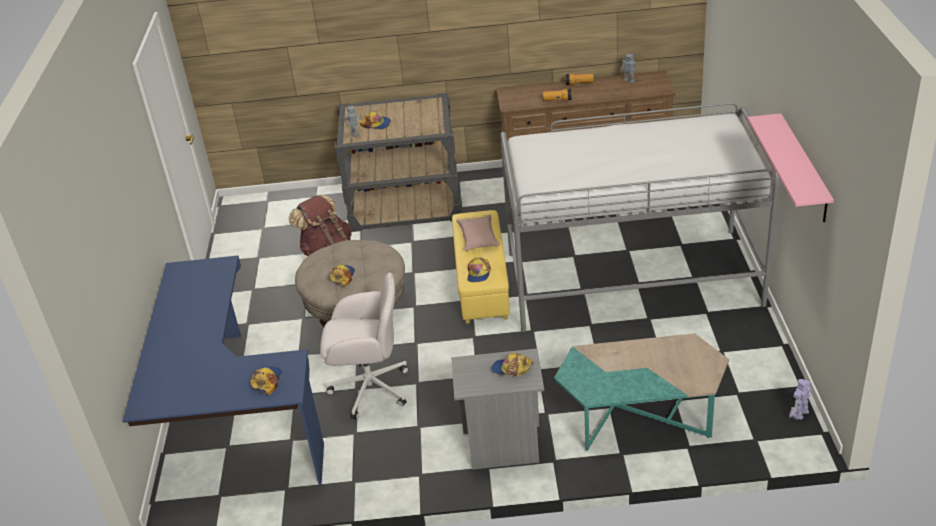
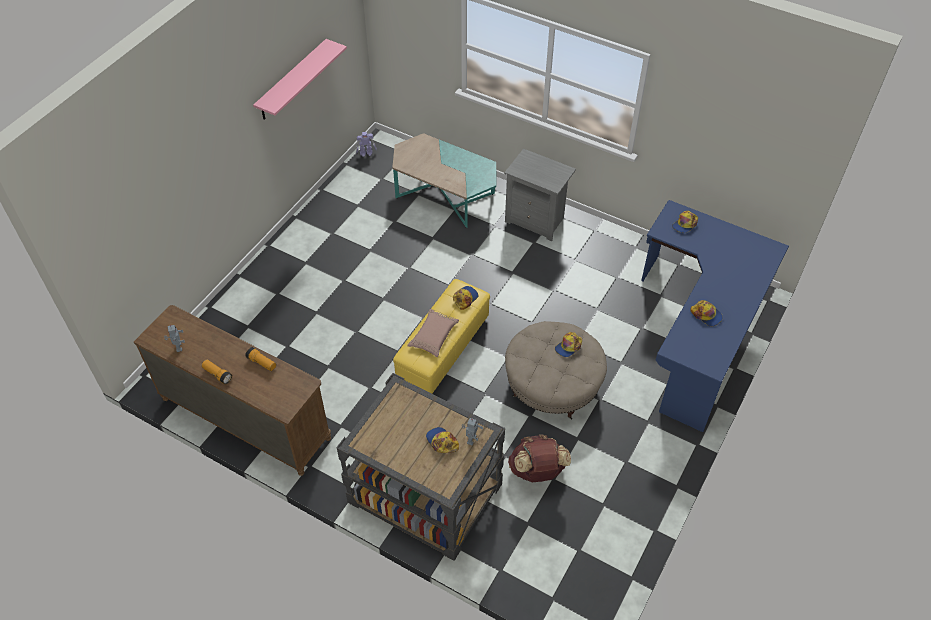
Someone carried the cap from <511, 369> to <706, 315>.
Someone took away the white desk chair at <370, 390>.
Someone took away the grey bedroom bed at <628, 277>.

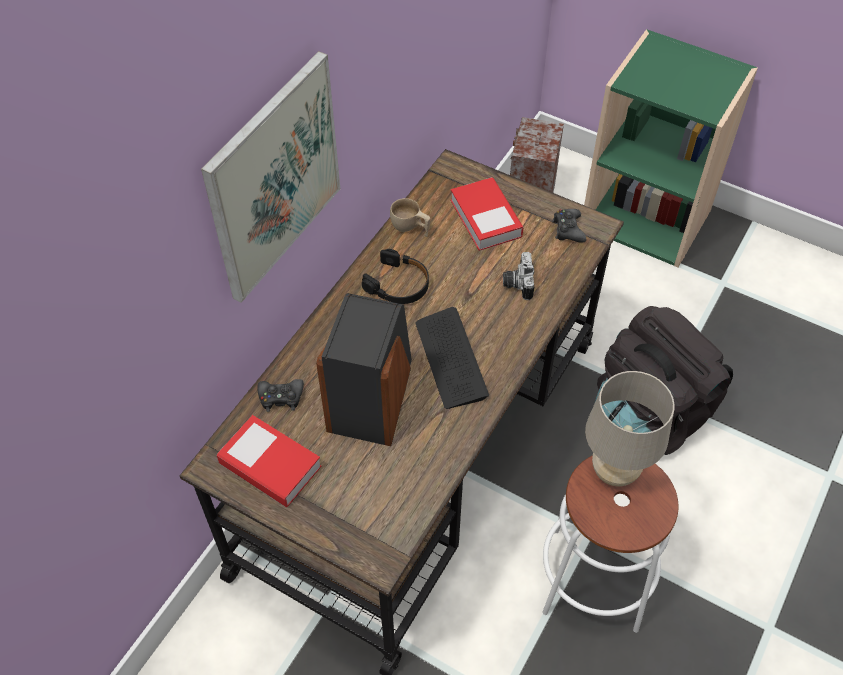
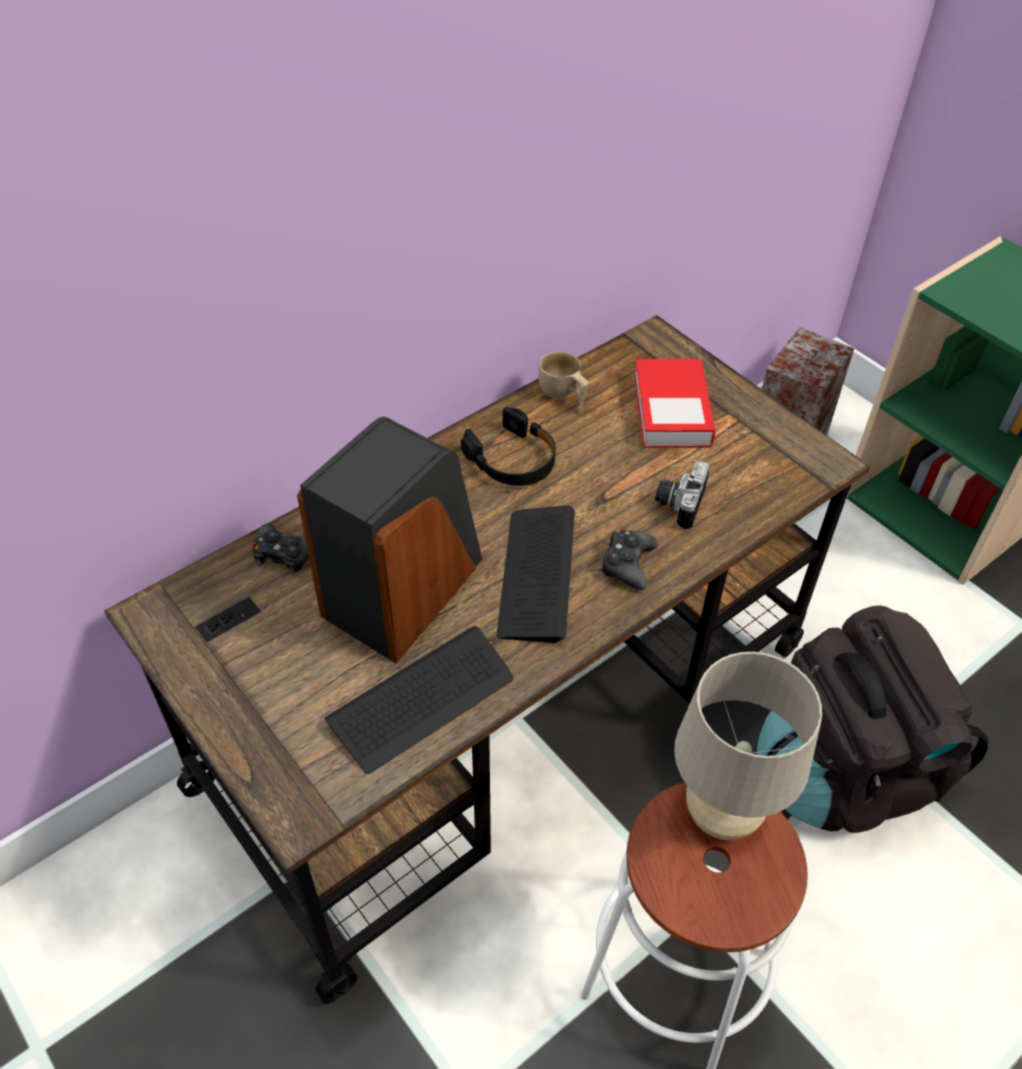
Someone put down the PC keyboard at <422, 700>.
Someone carried the black-coloured game controller from <568, 229> to <627, 564>.
Someone took away the wall art at <274, 178>.
Someone took away the bound book at <270, 465>.

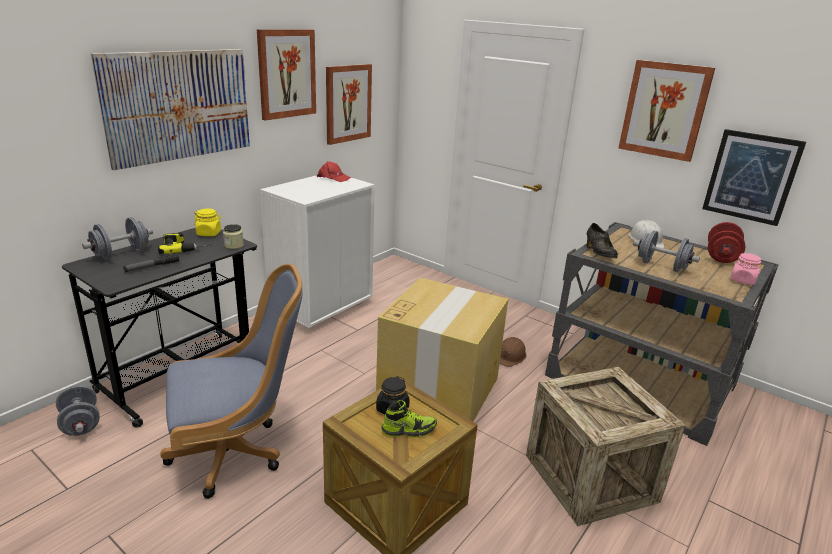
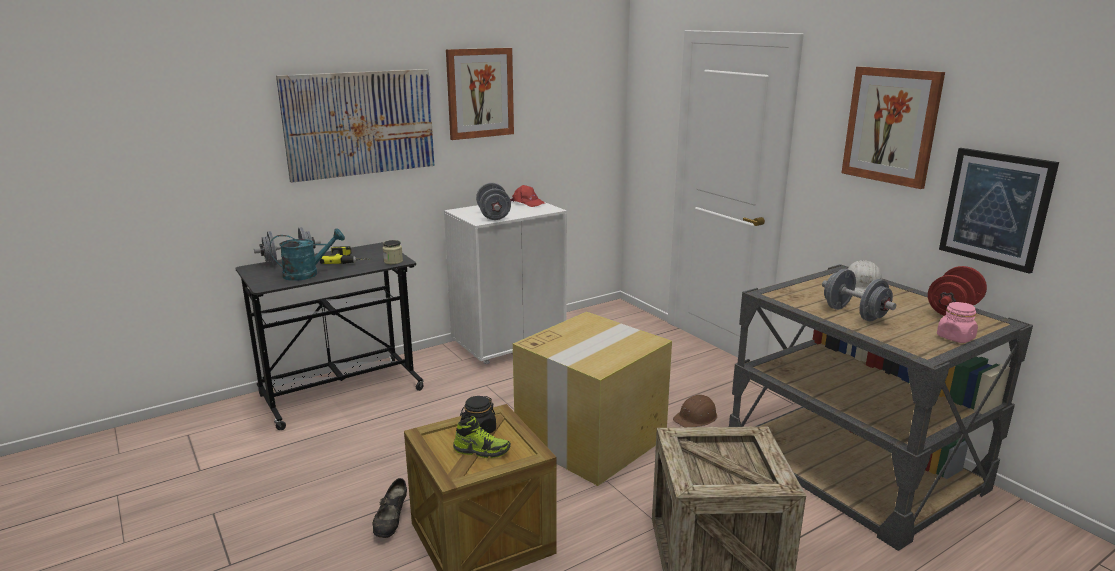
Someone swapped the hand torch at <152, 267> for the blue-green watering pot at <307, 274>.
Someone carried the black-coloured item of footwear from <599, 254> to <391, 522>.
Someone carried the grey hand weight from <81, 424> to <493, 216>.
Someone took away the bluish desk chair at <237, 452>.
Someone took away the yellowish preserve jar at <209, 233>.
Someone took away the wall art at <348, 103>.

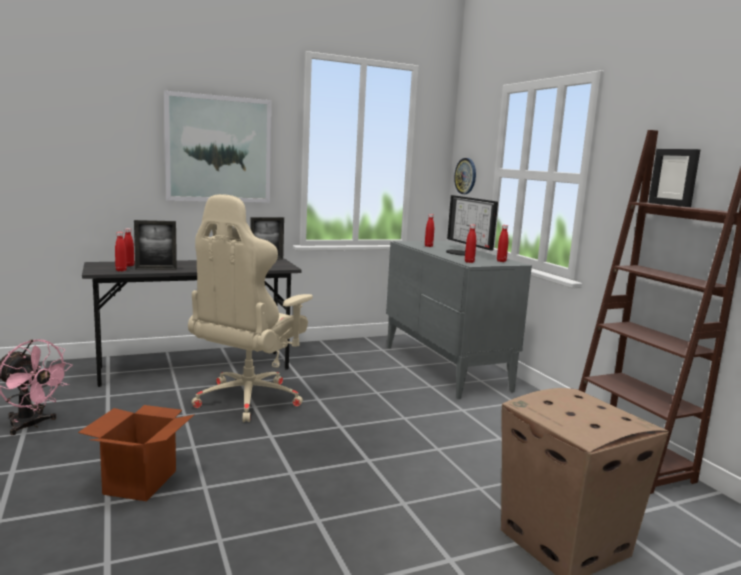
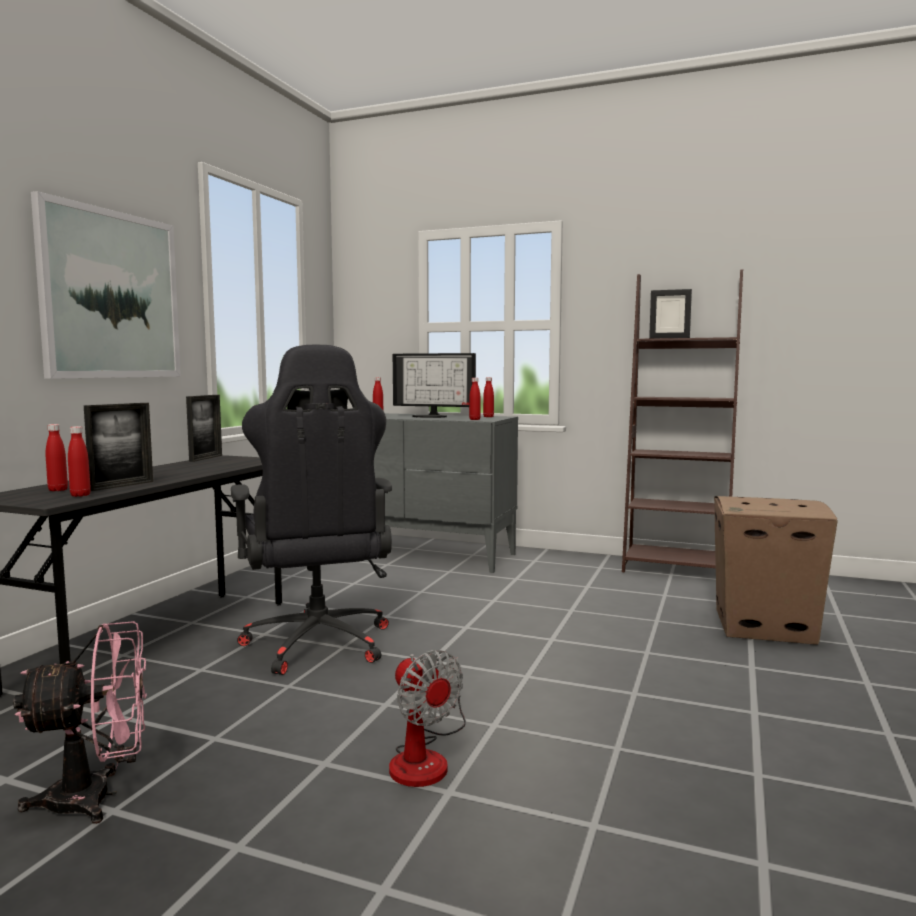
Someone repainted the beige desk chair at <249, 399>, which became the black-coloured desk chair at <317, 643>.
Someone swapped the packing box at <140, 482> for the fan at <426, 757>.
Someone took away the clock on the wall at <466, 176>.

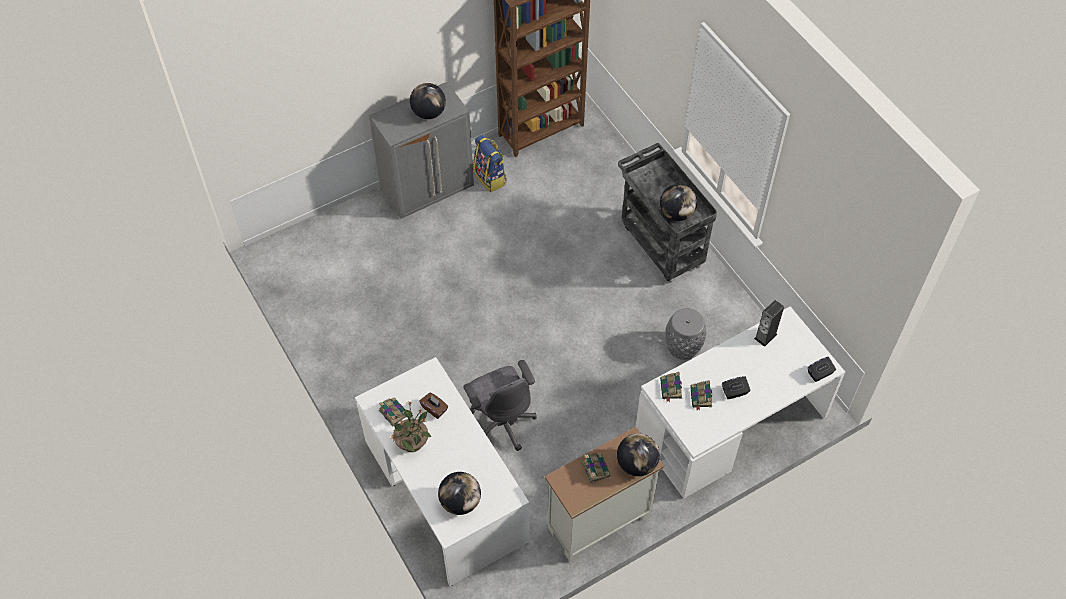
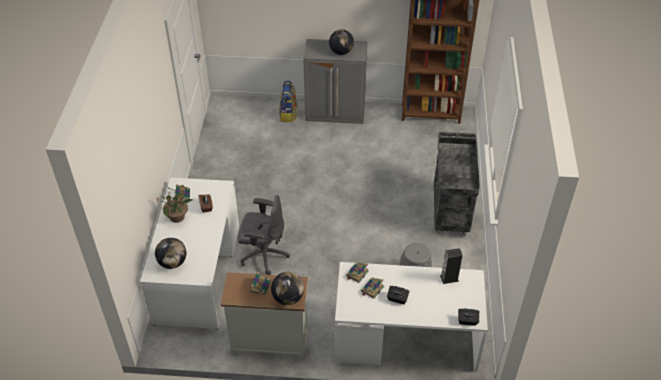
Someone rotated the grey desk chair at <502, 422> by 90 degrees counterclockwise.
Someone carried the knapsack from <490, 178> to <288, 114>.
Someone took away the desk globe at <676, 213>.

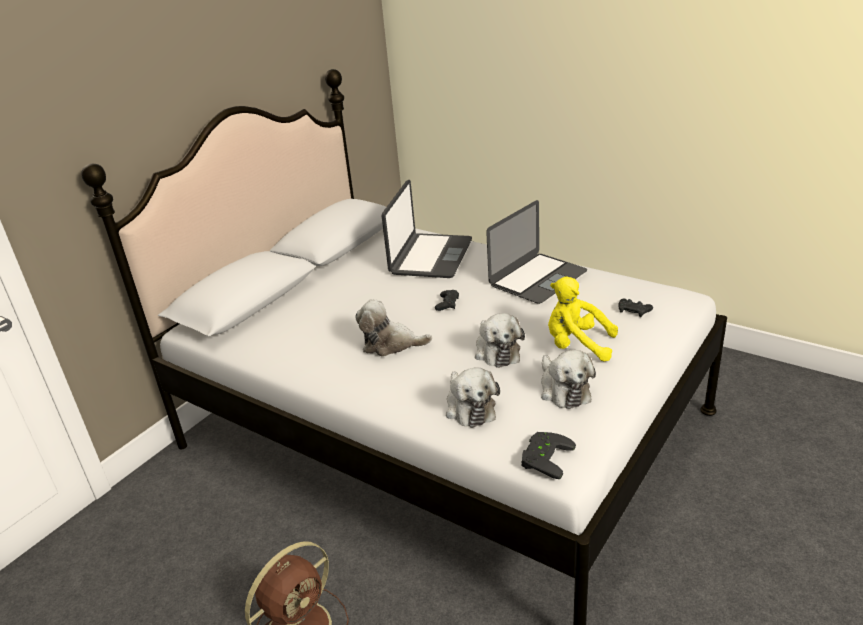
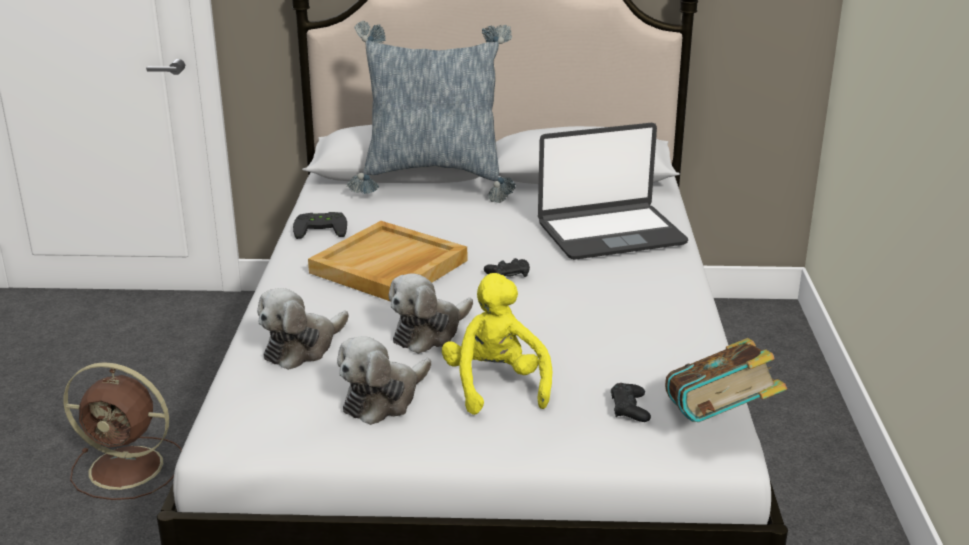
Someone carried the black-coloured game controller from <543, 457> to <321, 228>.
Someone swapped the cuddly toy at <390, 344> for the beige carrying tray at <389, 267>.
Someone put down the pillow at <433, 189>.
Someone put down the bound book at <719, 422>.
Someone took away the notebook computer at <537, 278>.

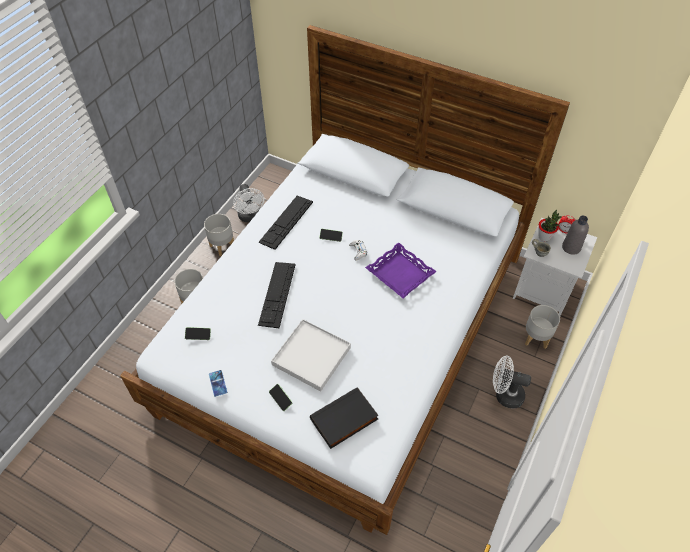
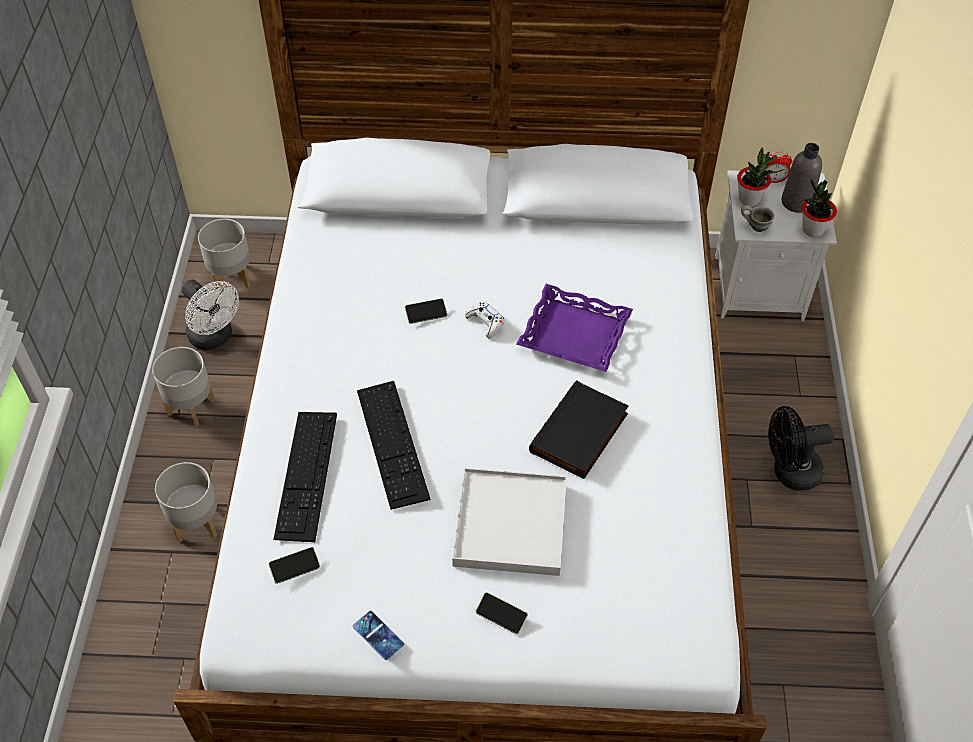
Someone carried the grey plant pot from <536, 338> to <231, 277>.
Someone carried the PC keyboard from <286, 221> to <306, 474>.
Someone carried the black-coloured bound book from <344, 420> to <580, 434>.
Someone repainted the white fan at <504, 394>, which became the black-coloured fan at <789, 472>.
Someone put down the plant in a pot at <812, 229>.

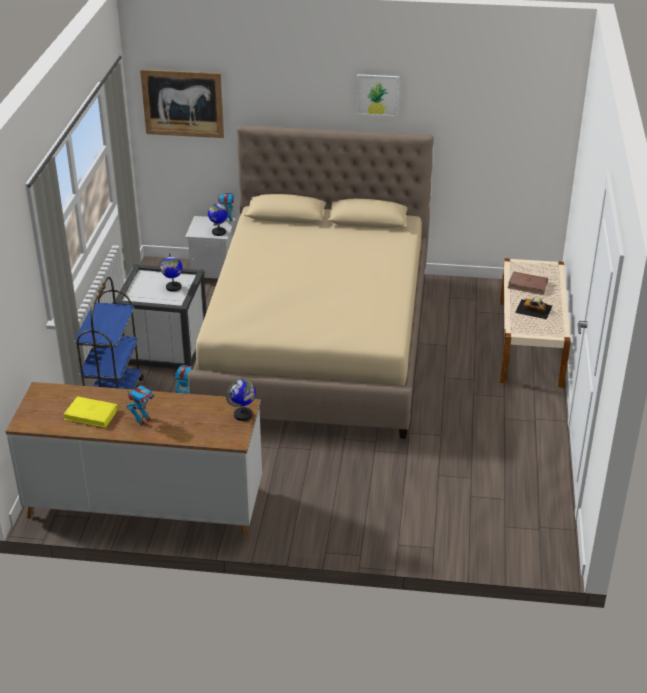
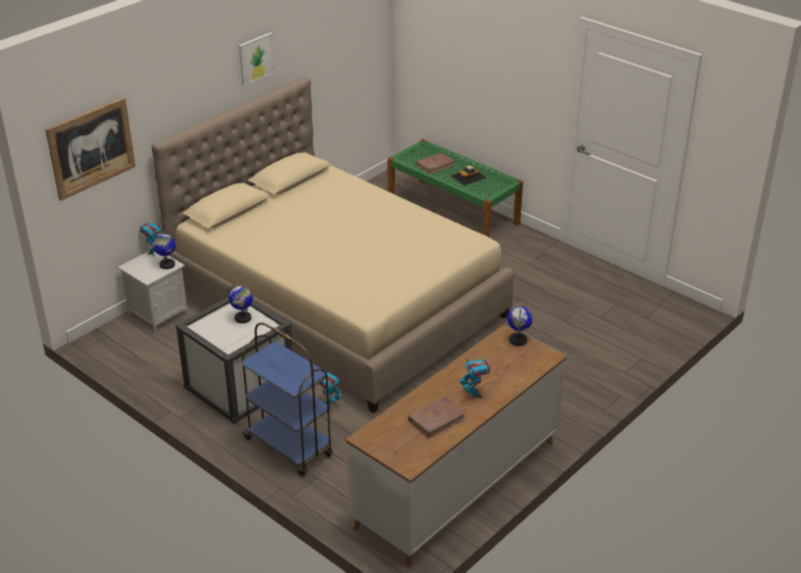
Someone repainted the beige long seat at <531, 343>, which became the green long seat at <453, 211>.
Someone repainted the yellowish bound book at <91, 414>, which became the brown-coloured bound book at <436, 419>.

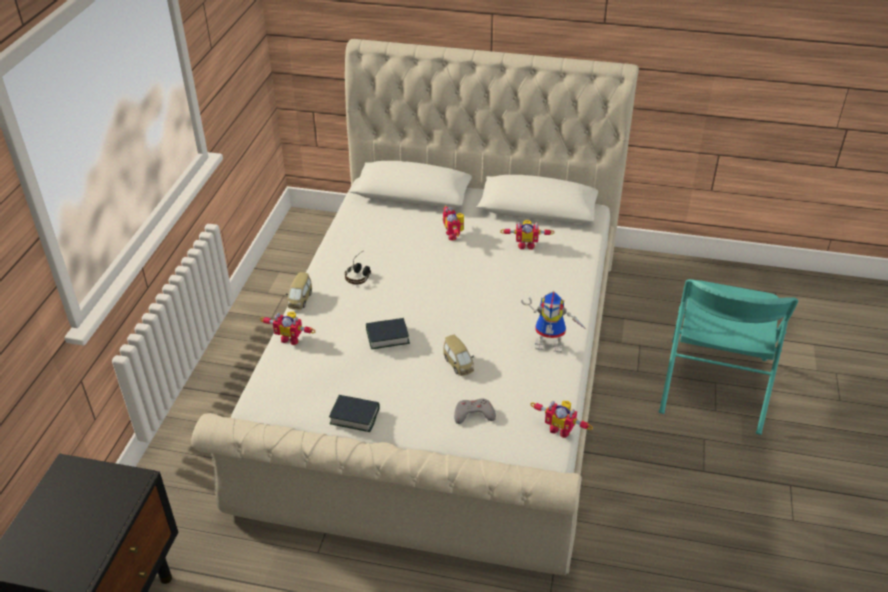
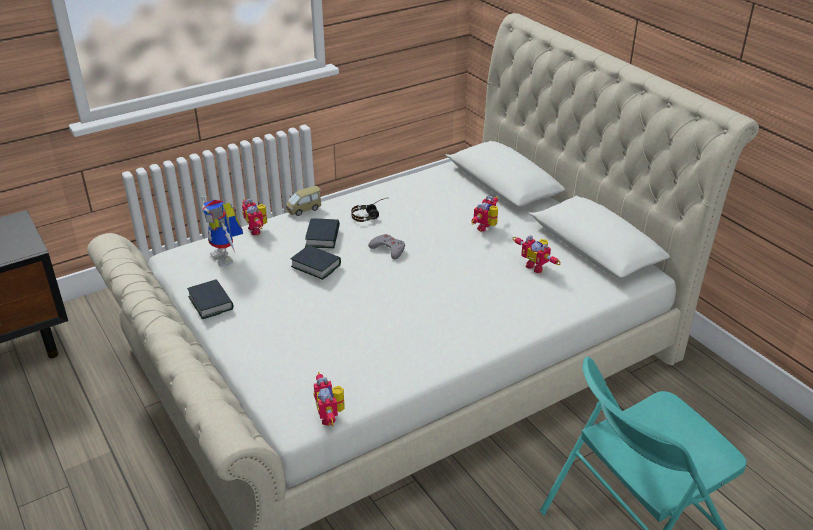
Someone carried the robot figure from <552, 343> to <227, 257>.
Someone put down the bound book at <323, 237>.
Someone carried the grey game controller from <474, 414> to <388, 249>.
Someone took away the miniature car at <458, 364>.

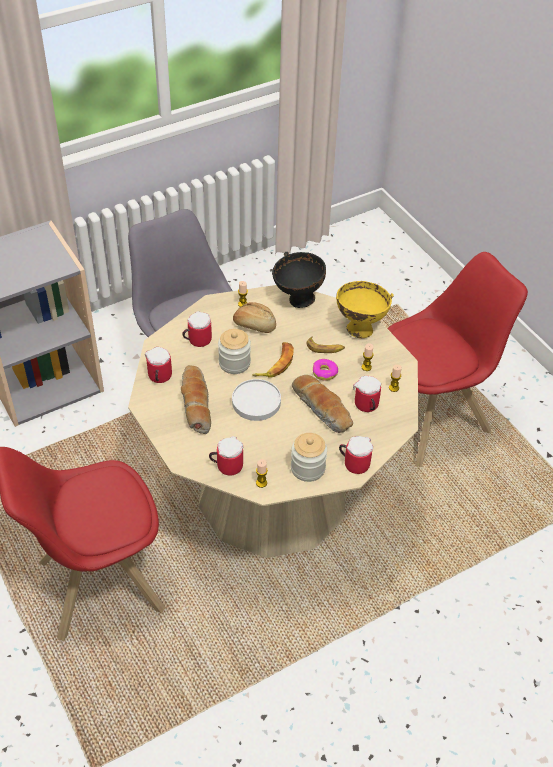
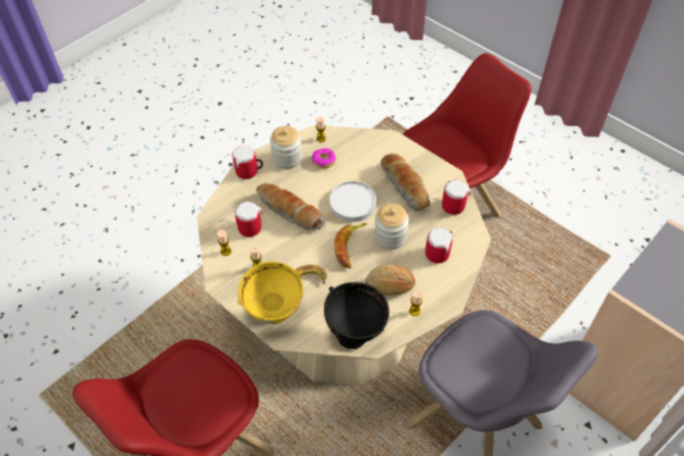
Someone carried the ring doughnut from <325, 372> to <323, 161>.
Someone took away the mug at <226, 465>.

